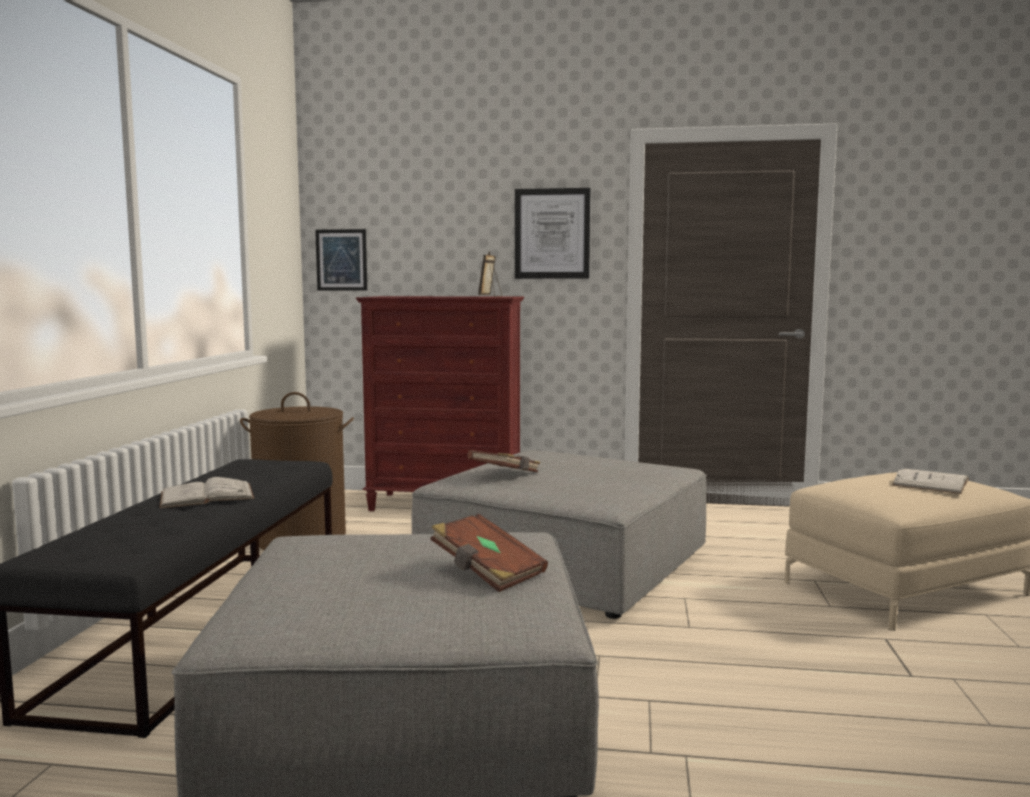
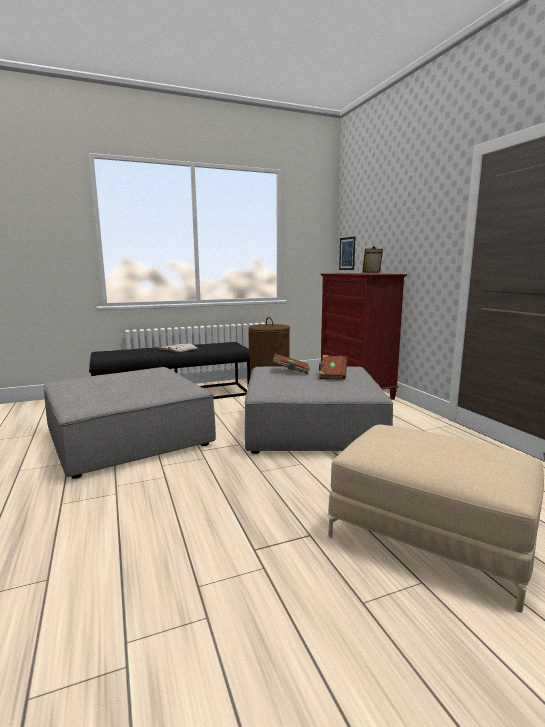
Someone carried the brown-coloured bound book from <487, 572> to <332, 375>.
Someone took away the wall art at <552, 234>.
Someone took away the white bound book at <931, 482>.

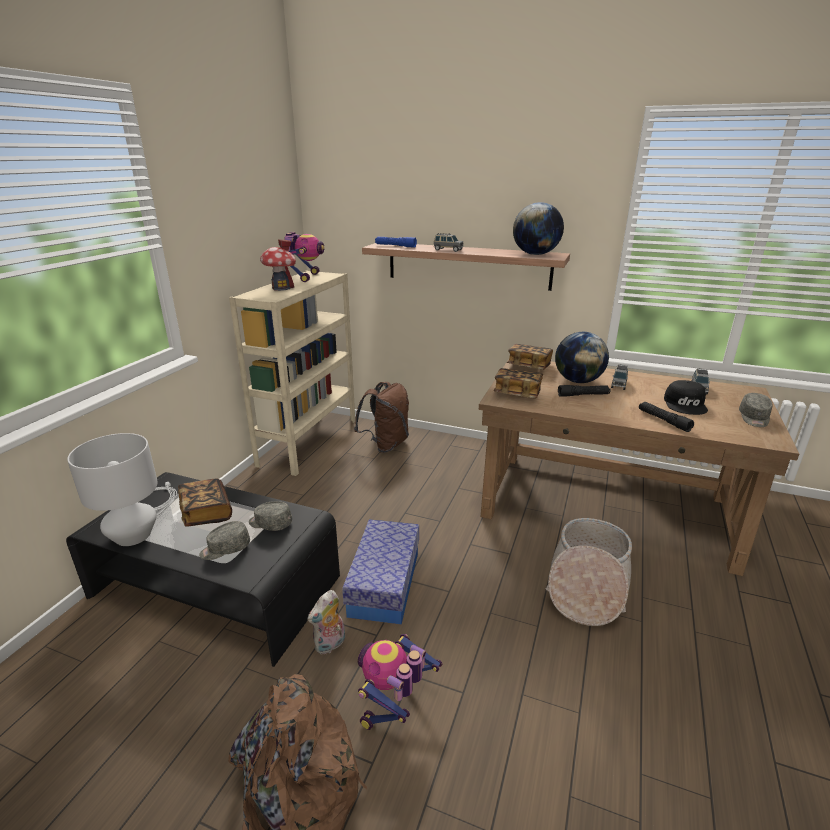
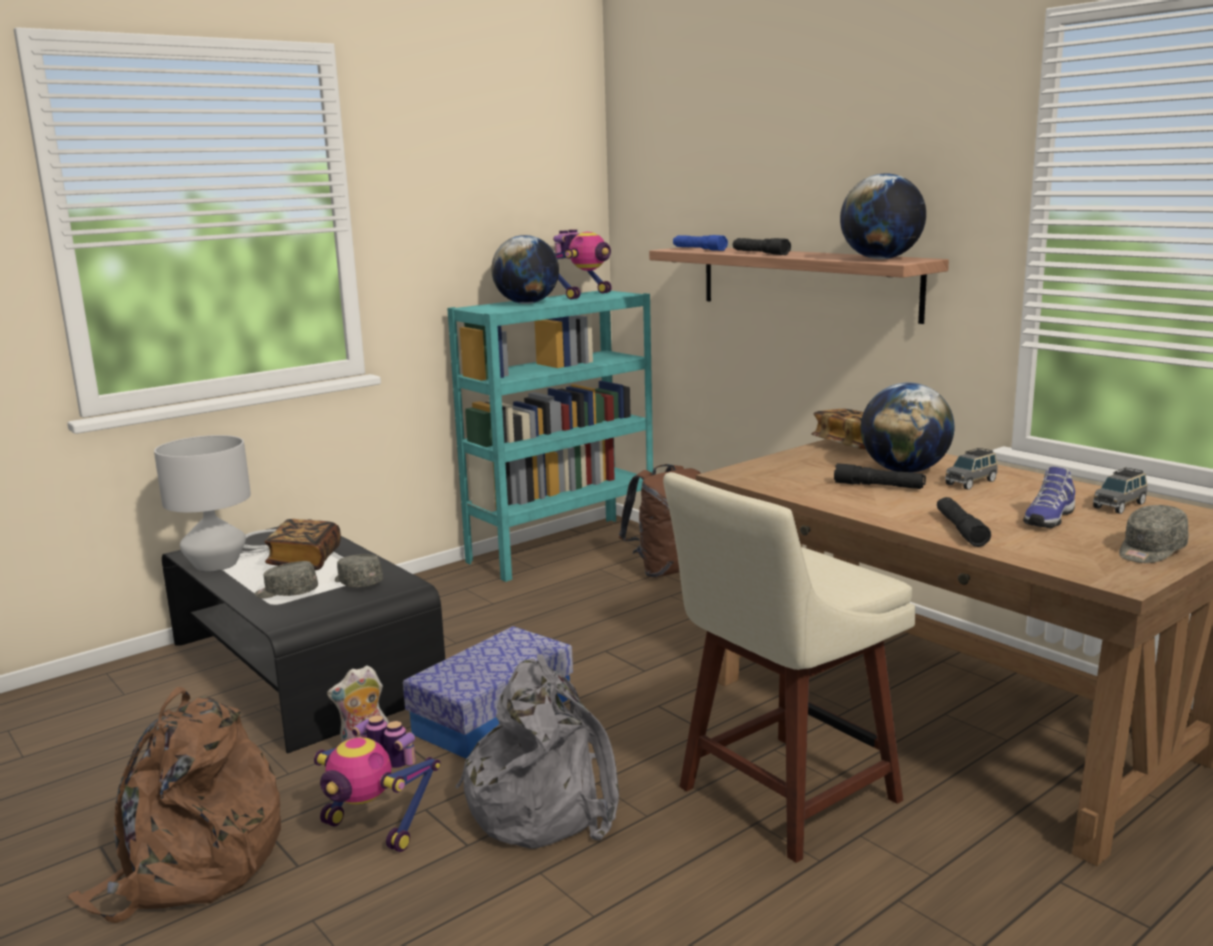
Someone rotated the robot figure at <394, 705> by 120 degrees counterclockwise.
Someone repainted the beige bookshelf at <308, 442>, which became the blue-green bookshelf at <562, 548>.
Someone put down the grey knapsack at <543, 804>.
Someone swapped the model house at <281, 288> for the desk globe at <527, 303>.
Someone swapped the storage basket at <586, 586> for the beige stool seat at <781, 797>.
Someone swapped the grey miniature car at <447, 250> for the black-coloured hand torch at <760, 253>.
Someone swapped the black-coloured cap at <685, 404> for the item of footwear at <1047, 519>.
Someone took away the bound book at <517, 393>.

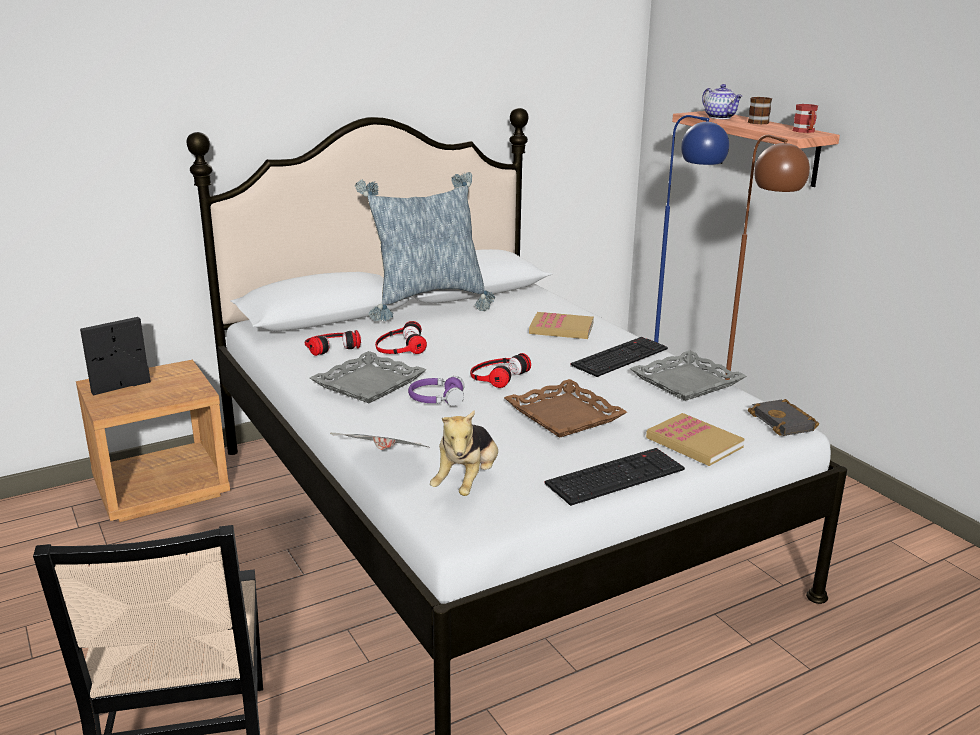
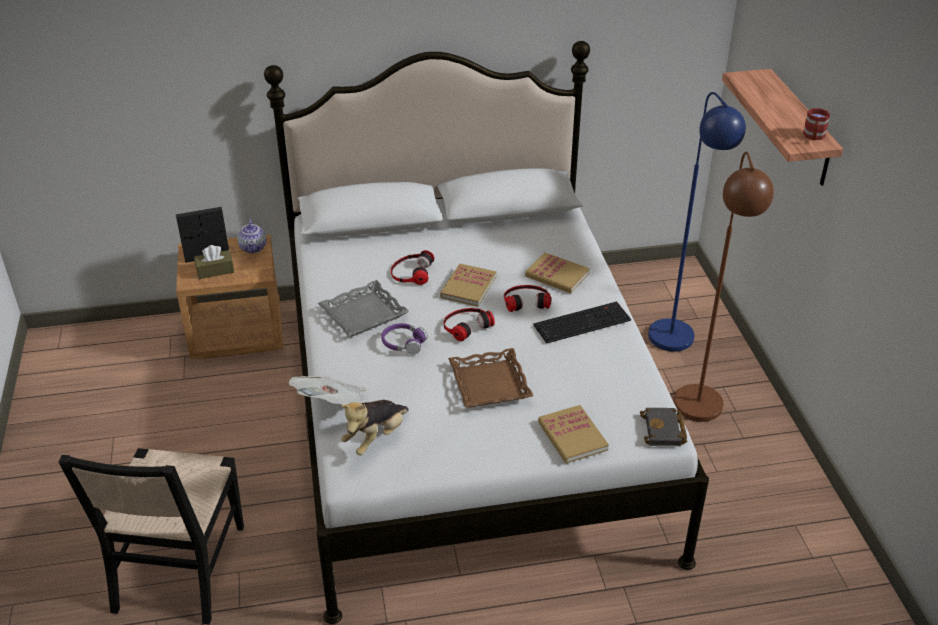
Someone put down the brown-coloured tissue holder at <215, 270>.
Someone carried the teapot from <720, 117> to <254, 248>.
Someone put down the bound book at <468, 287>.
Someone carried the headphones from <331, 346> to <526, 300>.
Someone took away the pillow at <425, 310>.
Someone took away the PC keyboard at <615, 475>.
Someone took away the grey carrying tray at <686, 382>.
Someone took away the mug at <757, 121>.

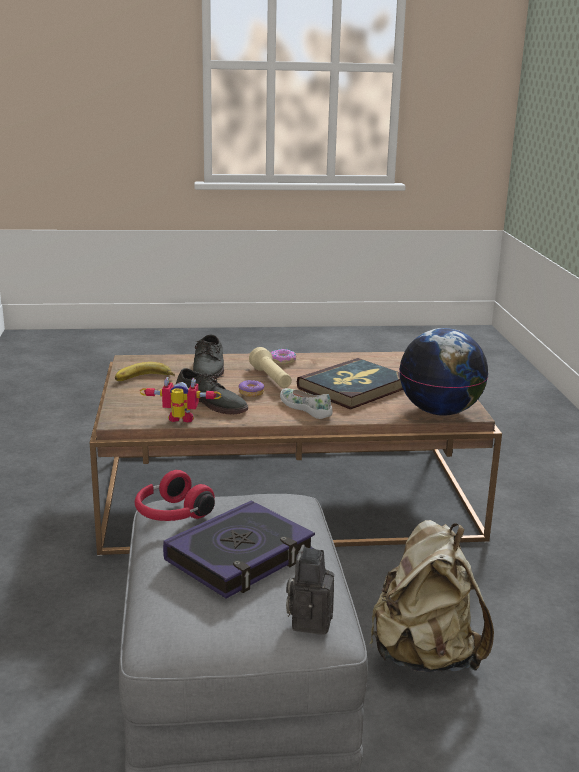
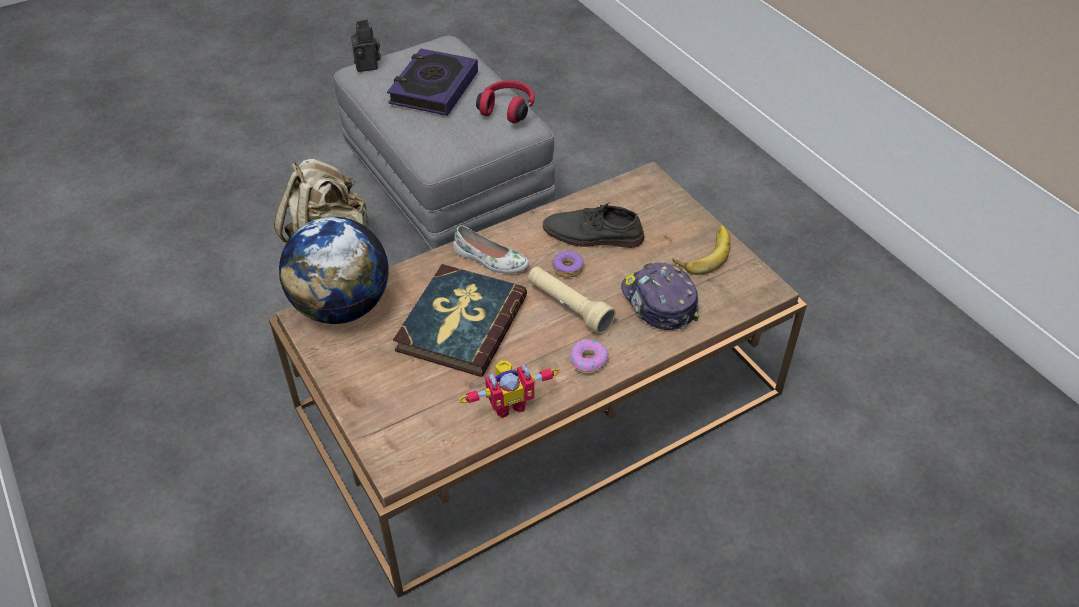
Someone carried the robot figure from <180, 421> to <508, 404>.
Someone swapped the grey item of footwear at <209, 369> for the cap at <658, 303>.

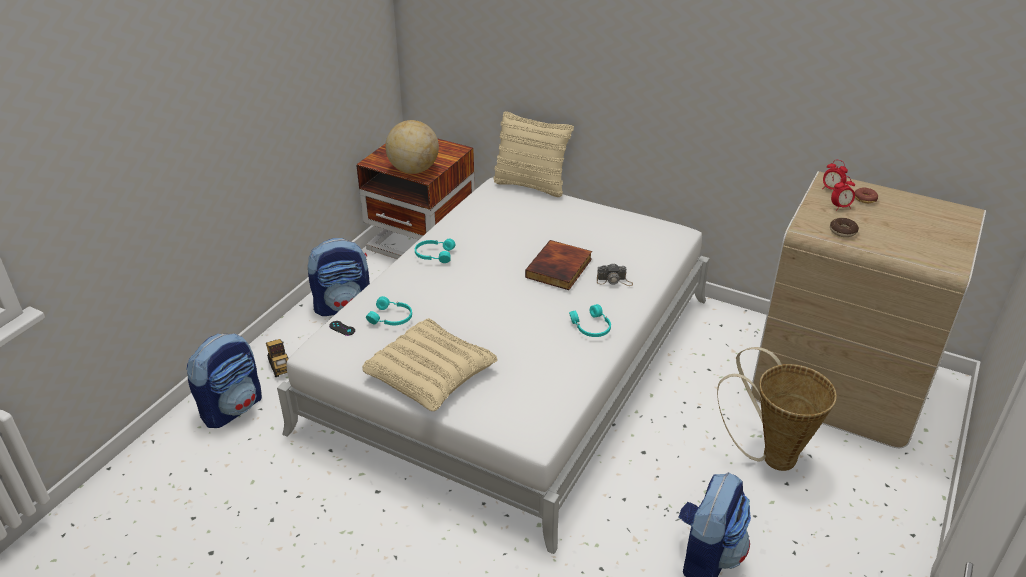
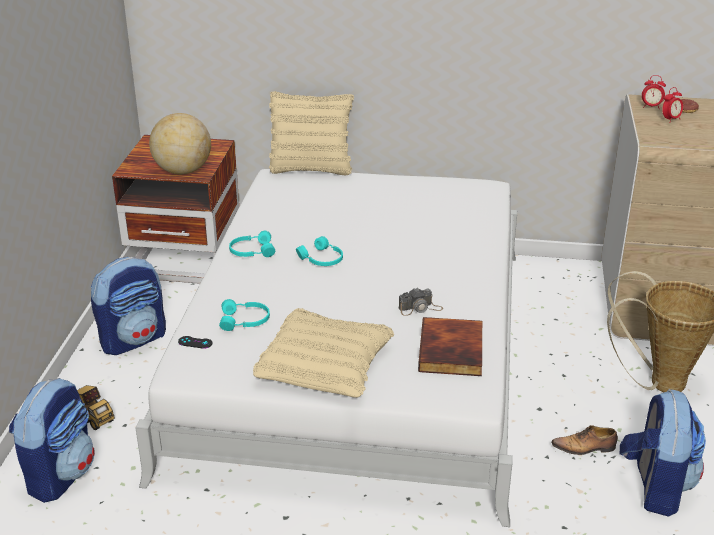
Someone carried the blue-green headphones from <591, 327> to <321, 259>.
Someone carried the photo camera from <614, 281> to <420, 308>.
Someone carried the bound book from <560, 269> to <452, 351>.
Someone put down the item of footwear at <585, 448>.
Someone took away the ring doughnut at <843, 231>.

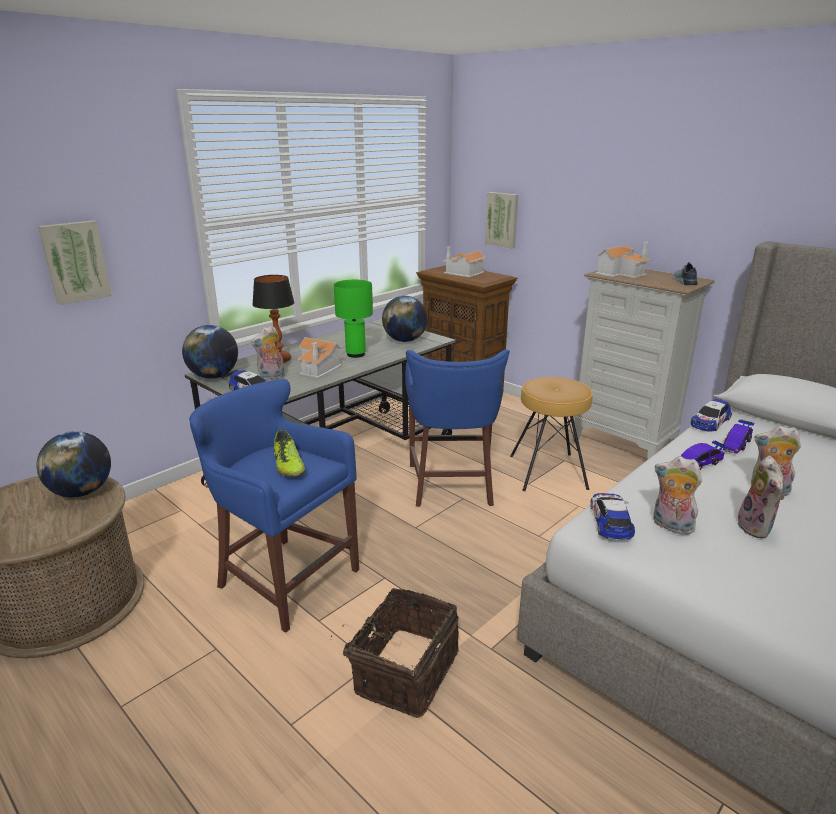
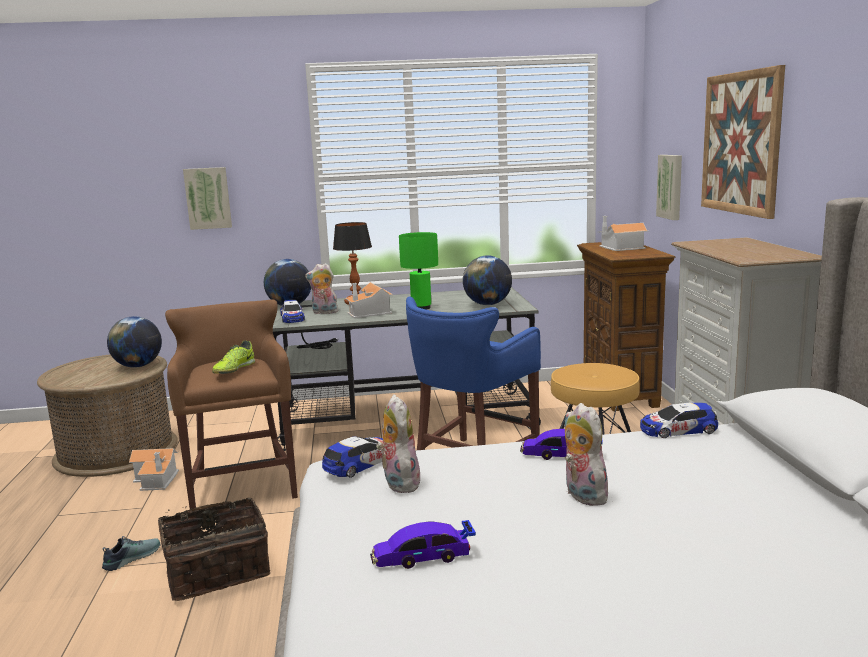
Someone carried the item of footwear from <683, 281> to <131, 558>.
Someone carried the model house from <621, 273> to <157, 479>.
Someone repainted the bluish stool seat at <284, 578>, which became the brown-coloured stool seat at <242, 484>.
Someone carried the miniature car from <736, 444> to <423, 557>.
Someone put up the wall art at <741, 143>.
Someone took away the cuddly toy at <757, 528>.

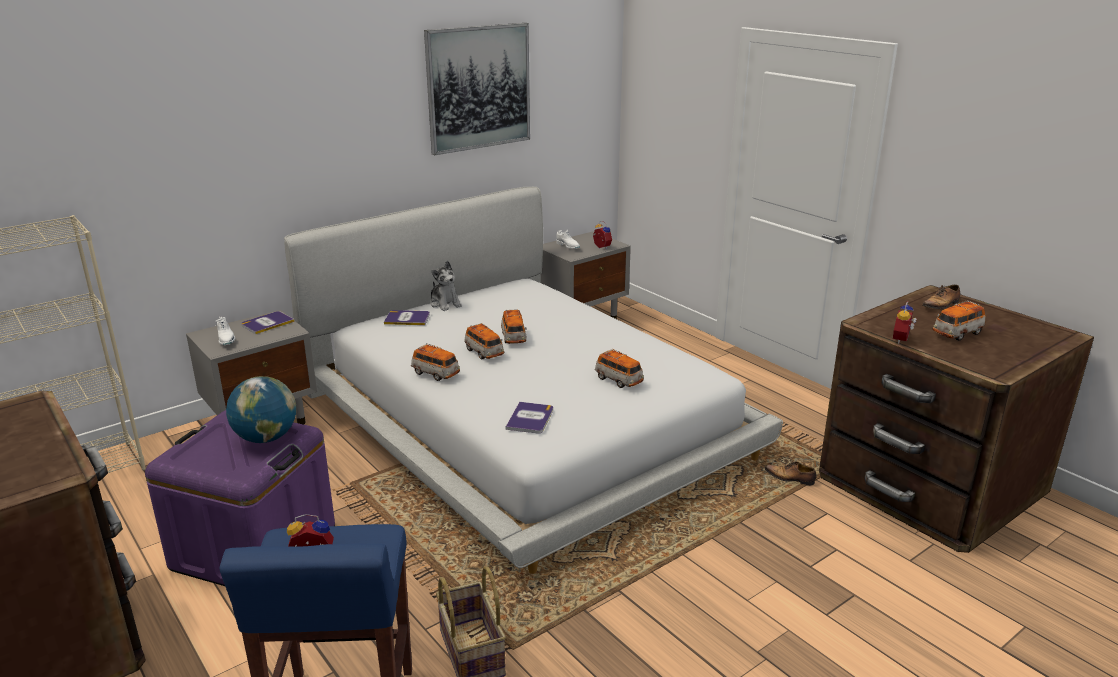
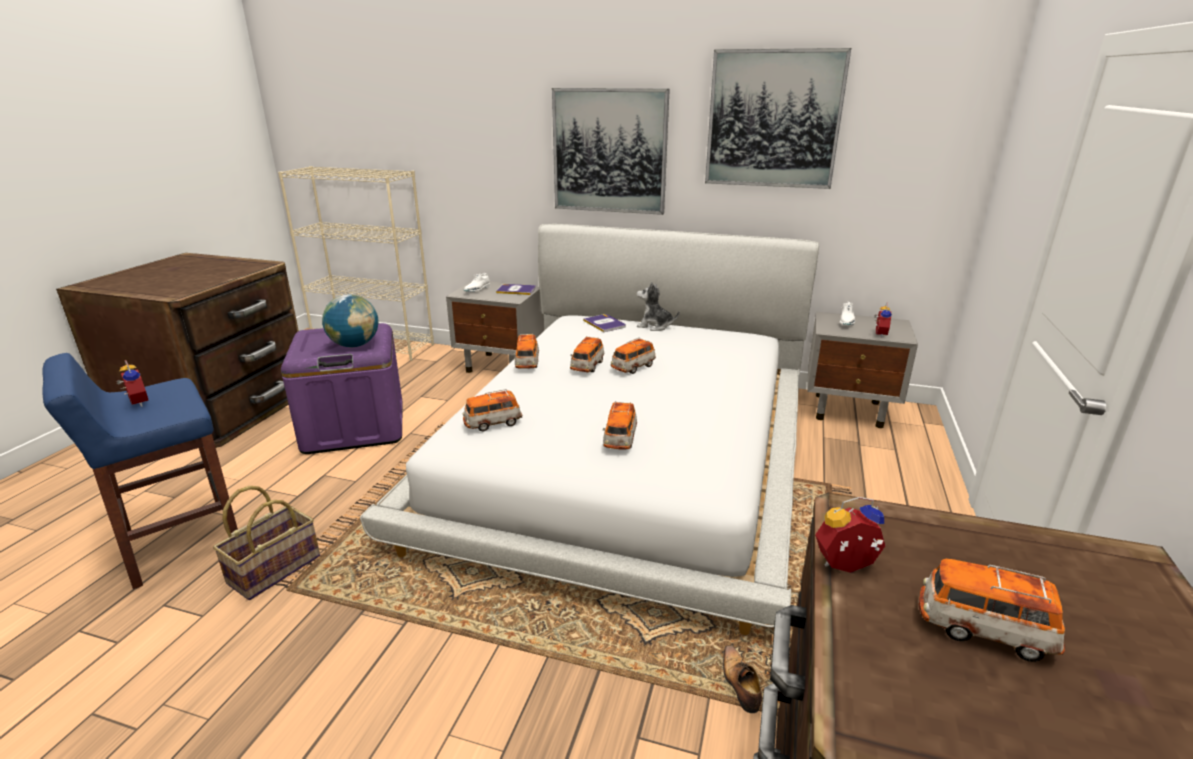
Someone swapped the bound book at <530, 418> for the miniature car at <493, 423>.
Someone put up the wall art at <609, 151>.
Someone rotated the cuddly toy at <445, 304> by 90 degrees clockwise.
Someone took away the item of footwear at <941, 305>.

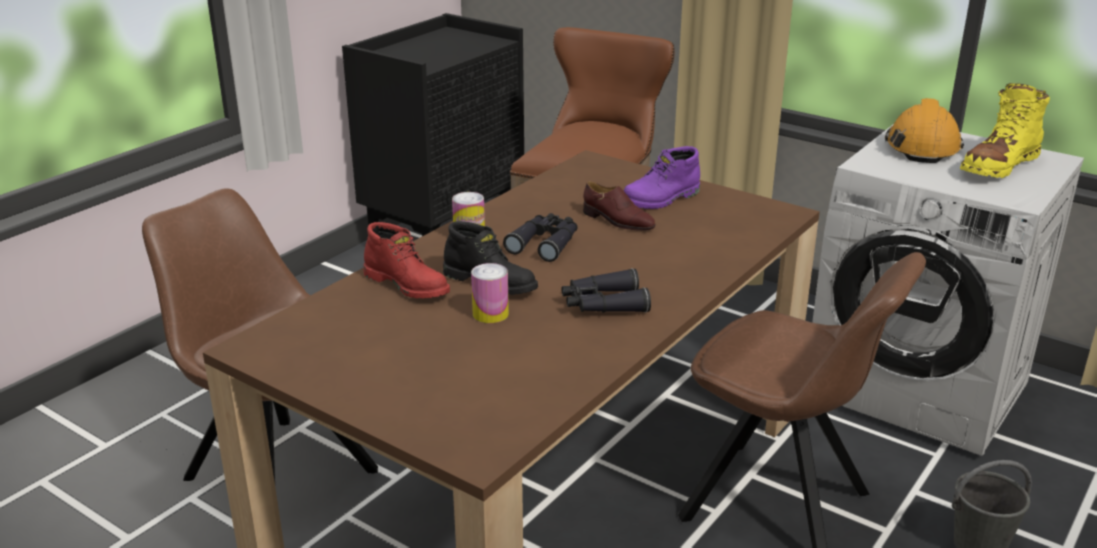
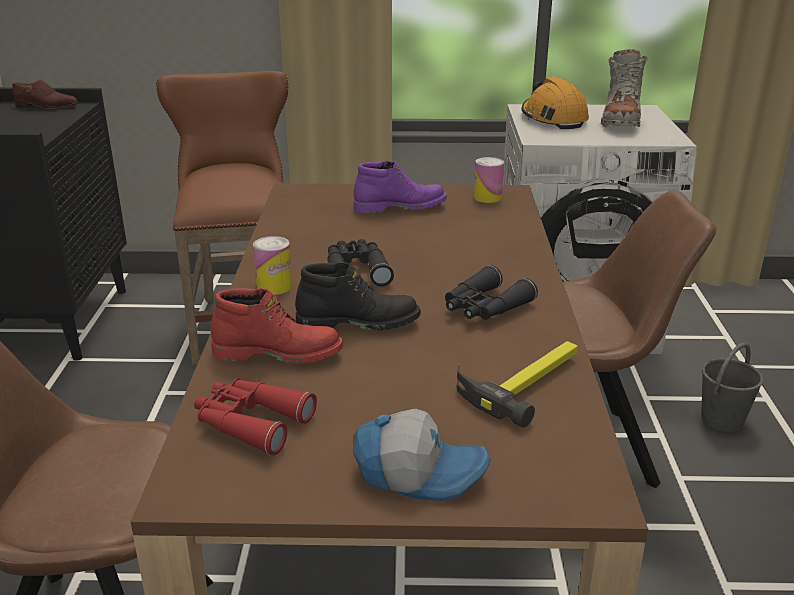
Someone carried the brown-coloured item of footwear from <618, 221> to <46, 106>.
Someone put down the red binoculars at <251, 423>.
Someone rotated the purple-coloured tall boot at <661, 199> by 120 degrees counterclockwise.
Someone put down the cap at <419, 471>.
Someone put down the tool hammer at <524, 381>.
Someone carried the metal can from <490, 314> to <487, 197>.
Someone repainted the yellowish tall boot at <999, 166>, which became the grey tall boot at <620, 120>.

